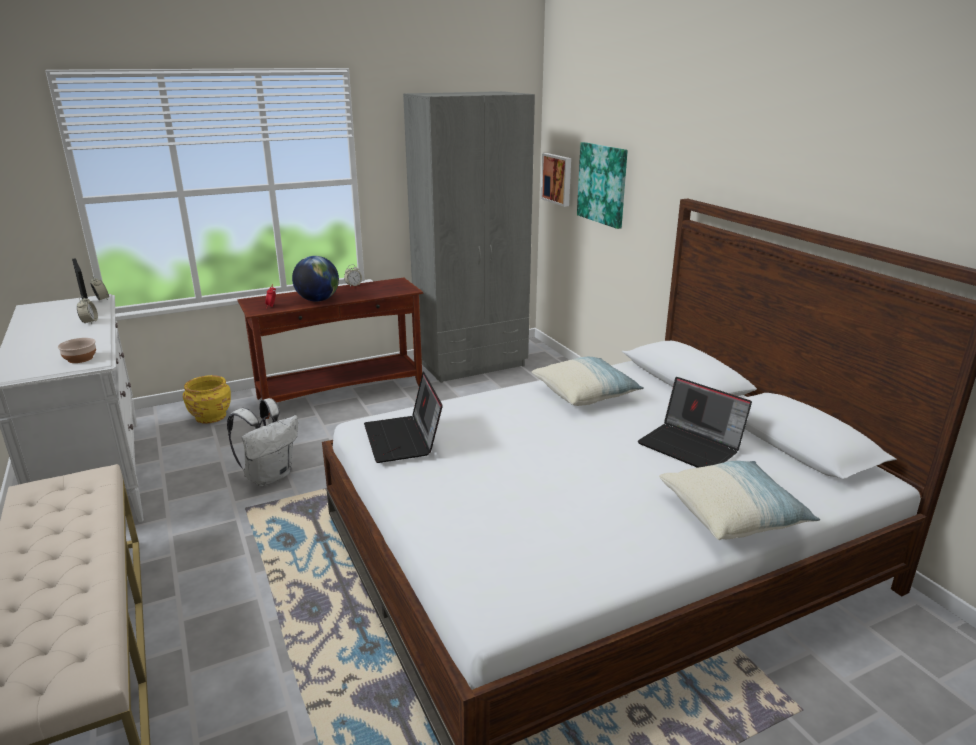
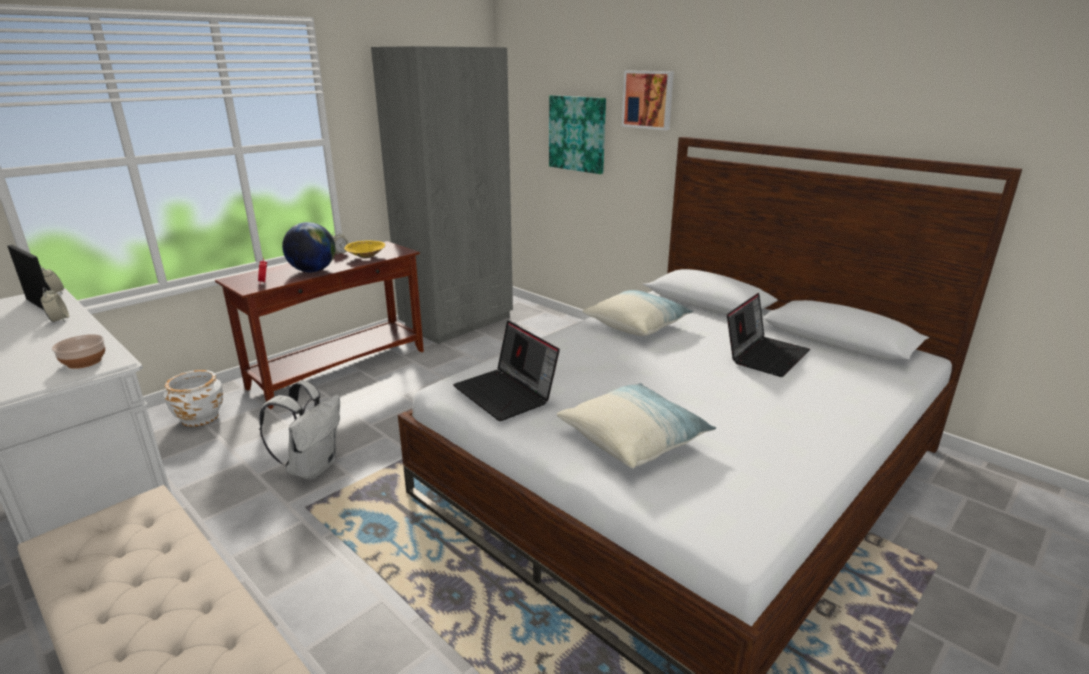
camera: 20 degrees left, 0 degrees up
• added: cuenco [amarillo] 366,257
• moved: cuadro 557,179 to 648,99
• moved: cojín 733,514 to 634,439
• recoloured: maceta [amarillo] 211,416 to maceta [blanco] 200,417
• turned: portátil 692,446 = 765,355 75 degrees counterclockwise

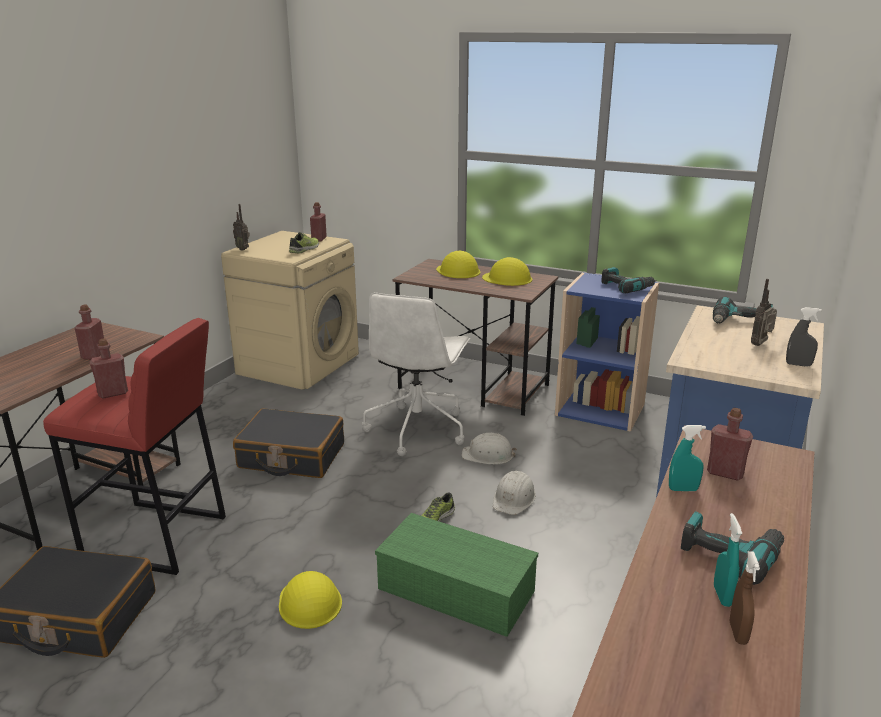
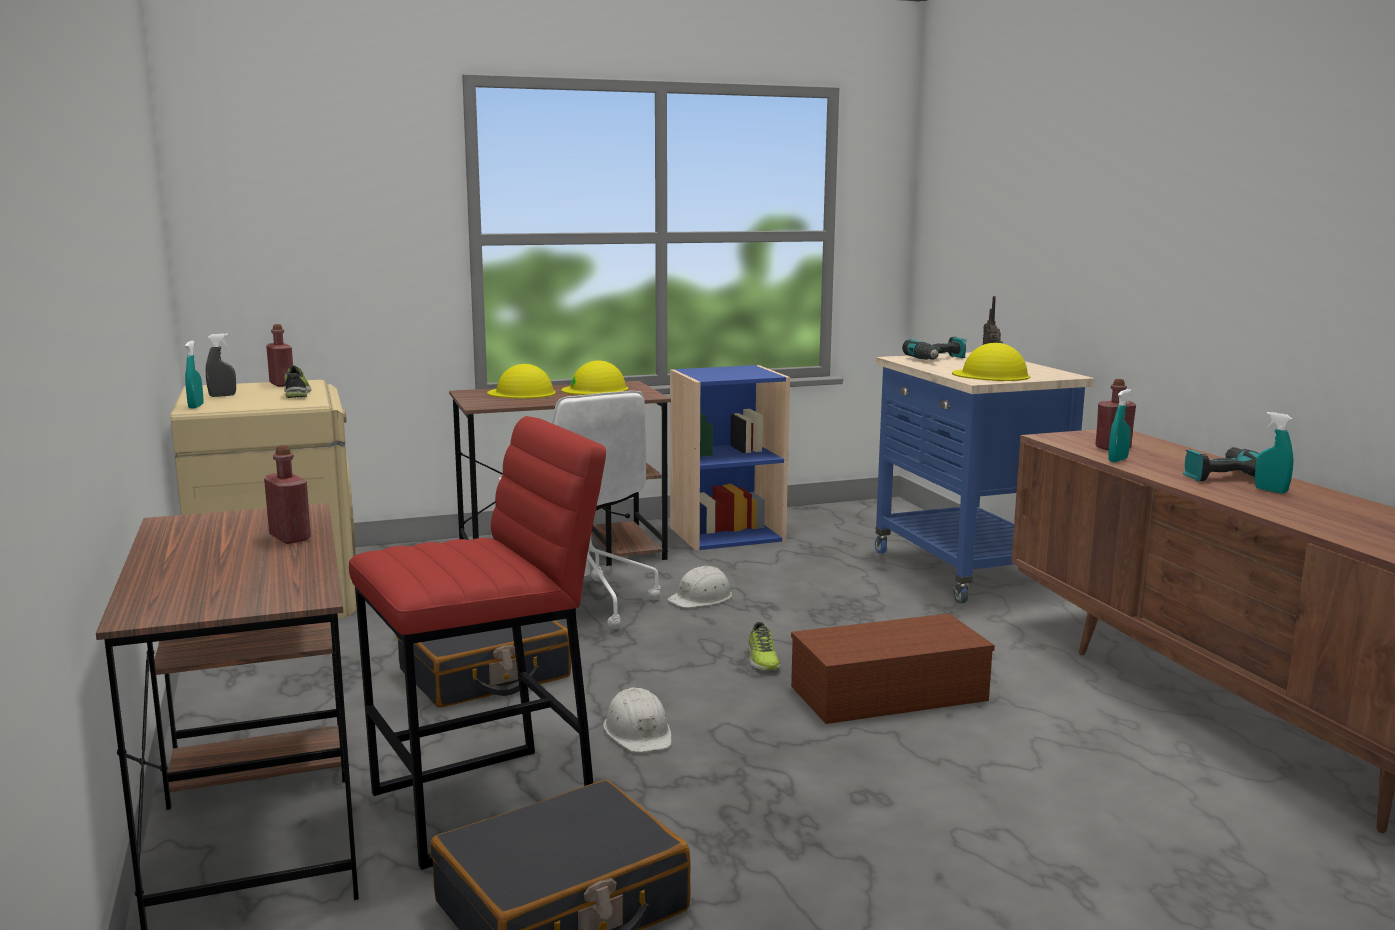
camera: 45 degrees left, 10 degrees down
• removed: botella [rojo] 113,393
• removed: taladro 626,287
• removed: pulverizador [marrón] 738,633
• moved: casco [amarillo] 310,602 to 991,375
• moved: casco [blanco] 514,498 to 638,732
• moved: pulverizador [gris] 798,364 to 222,396
• replaced: radio 243,249 to pulverizador [turquesa] 196,406
• recoloured: caja de almacenaje [verde] 458,589 to caja de almacenaje [marrón] 890,692

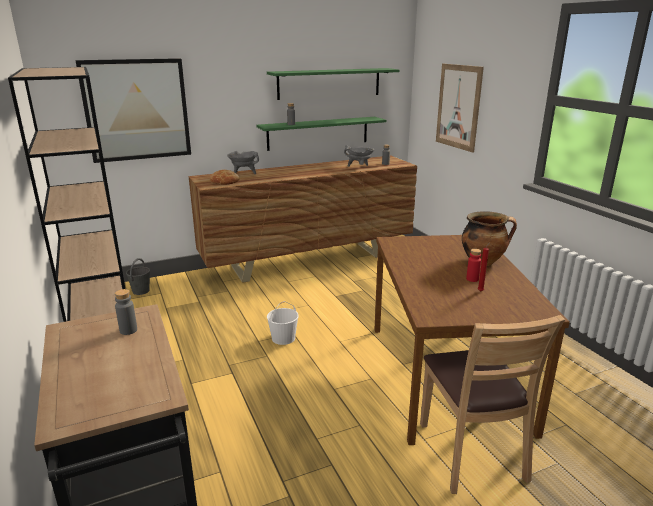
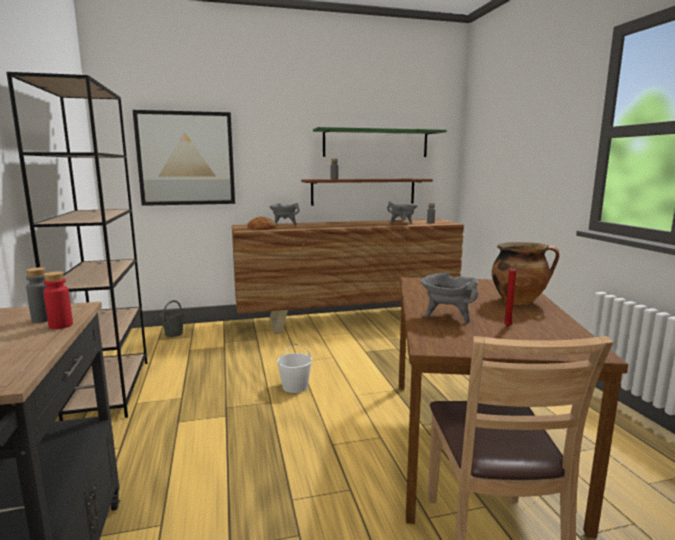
camera: 10 degrees right, 10 degrees down
• removed: cuadro 458,107
• added: olla [gris] 447,316
• moved: botella [rojo] 472,279 to 61,325
• recoloured: estante [verde] 318,133 to estante [marrón] 363,191

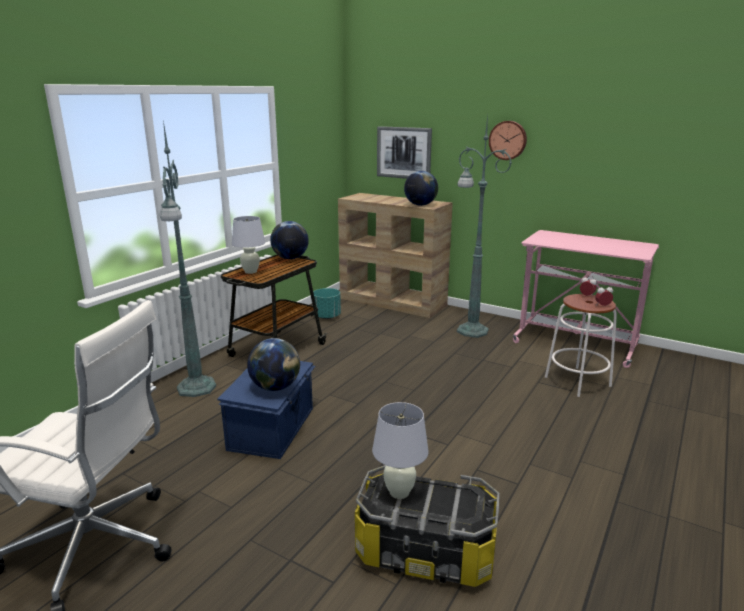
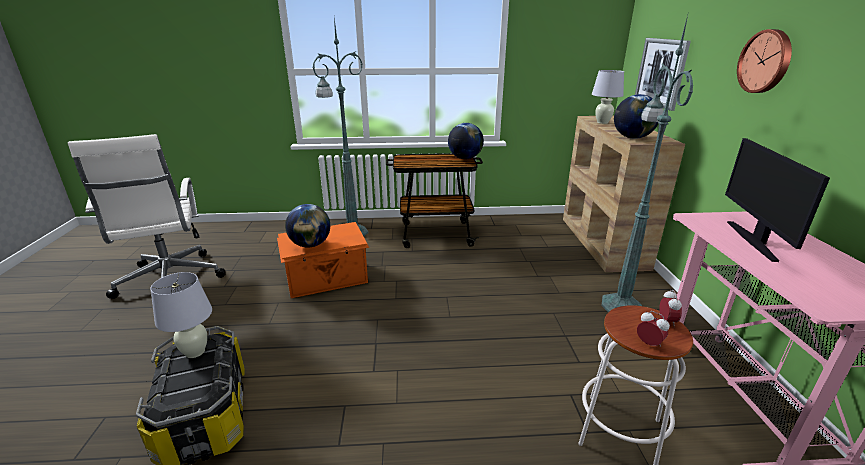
camera: 55 degrees right, 5 degrees up
• removed: maceta [turquesa] 327,317
• added: monitor 753,240
• moved: lámpara de mesa [blanco] 250,272 to 602,122
• recoloured: caja de almacenaje [azul] 273,428 to caja de almacenaje [naranja] 327,279

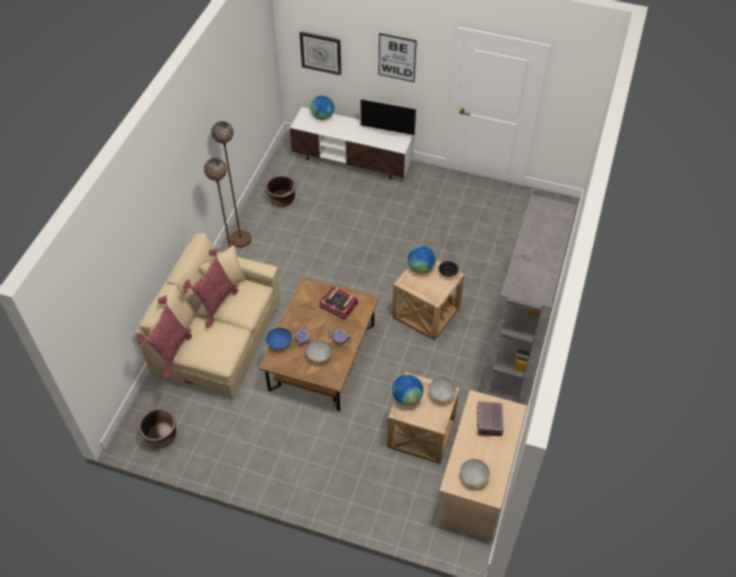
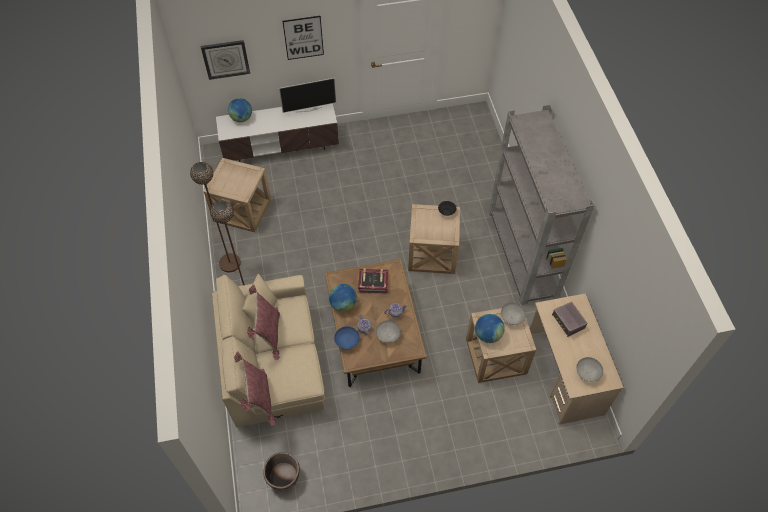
camera: 30 degrees left, 5 degrees up
• moved: globo terráqueo 421,268 to 343,304
• replaced: maceta [marrón] 282,199 to mesa auxiliar [beis] 242,210

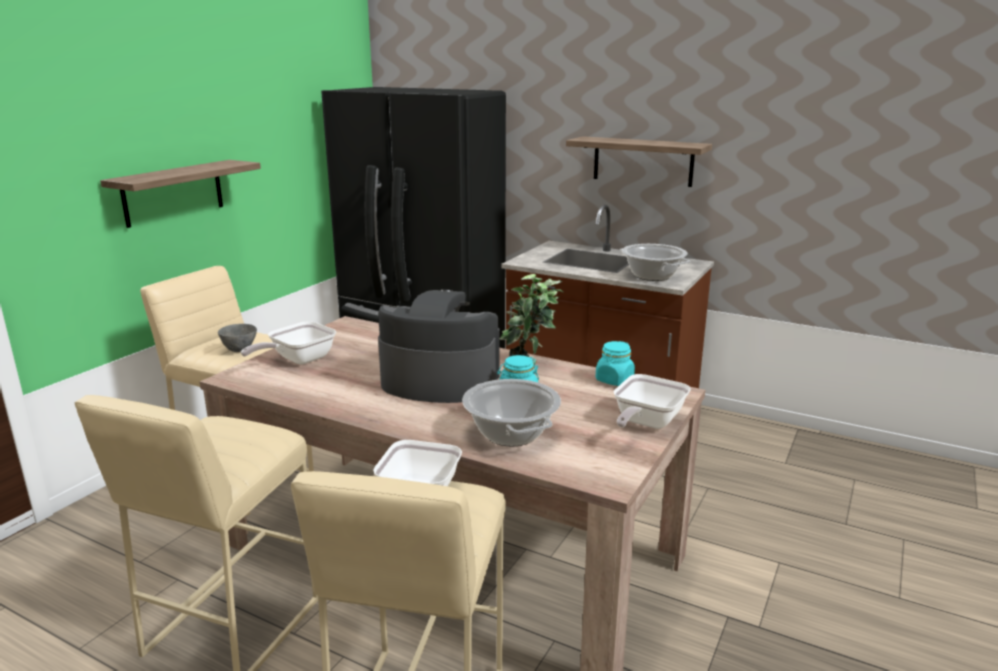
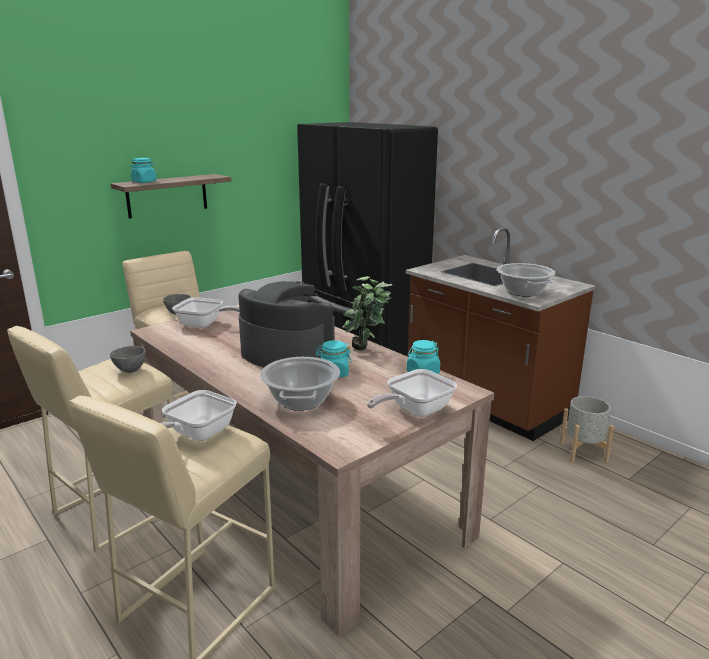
camera: 20 degrees right, 0 degrees up
• removed: estante 643,161
• added: cuenco [gris] 130,370
• added: tarro [turquesa] 144,182
• added: maceta [gris] 583,451
• turned: sartén 298,360 = 204,325 135 degrees counterclockwise

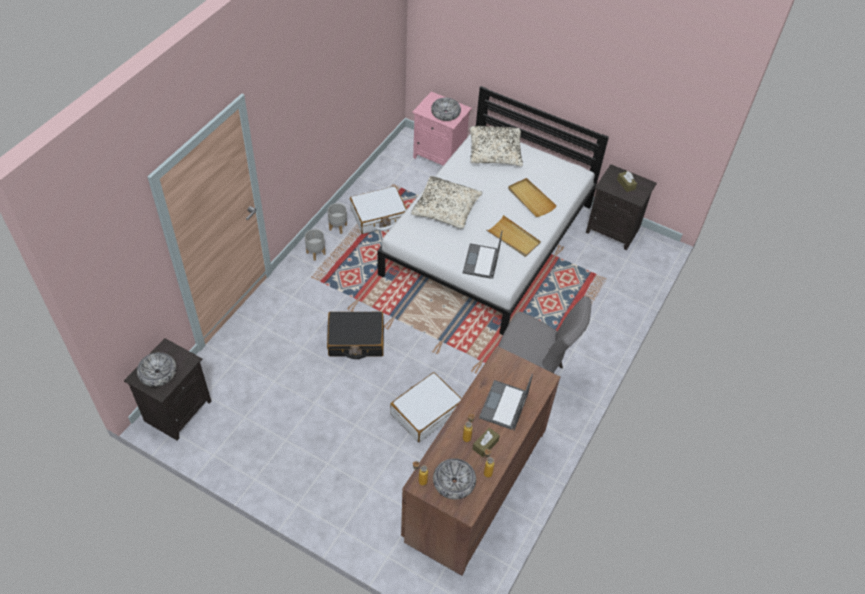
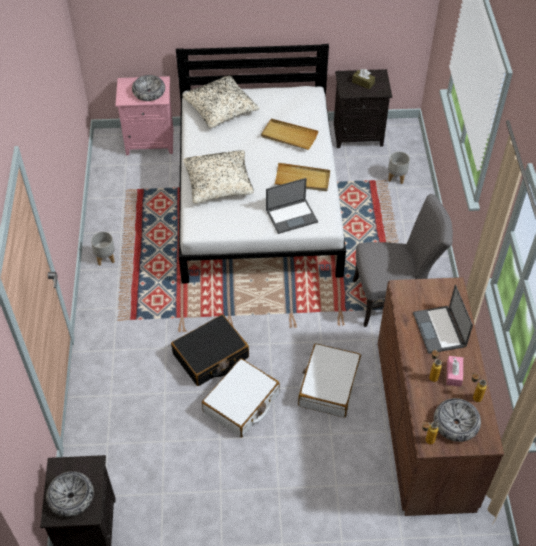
camera: 30 degrees left, 0 degrees up
• moved: maceta [gris] 315,253 to 396,177
• moved: maleta [blanco] 379,216 to 241,403
• recoloured: caja de pañuelos [marrón] 485,445 to caja de pañuelos [rosa] 453,374
• turned: portátil 481,262 = 292,216 90 degrees counterclockwise

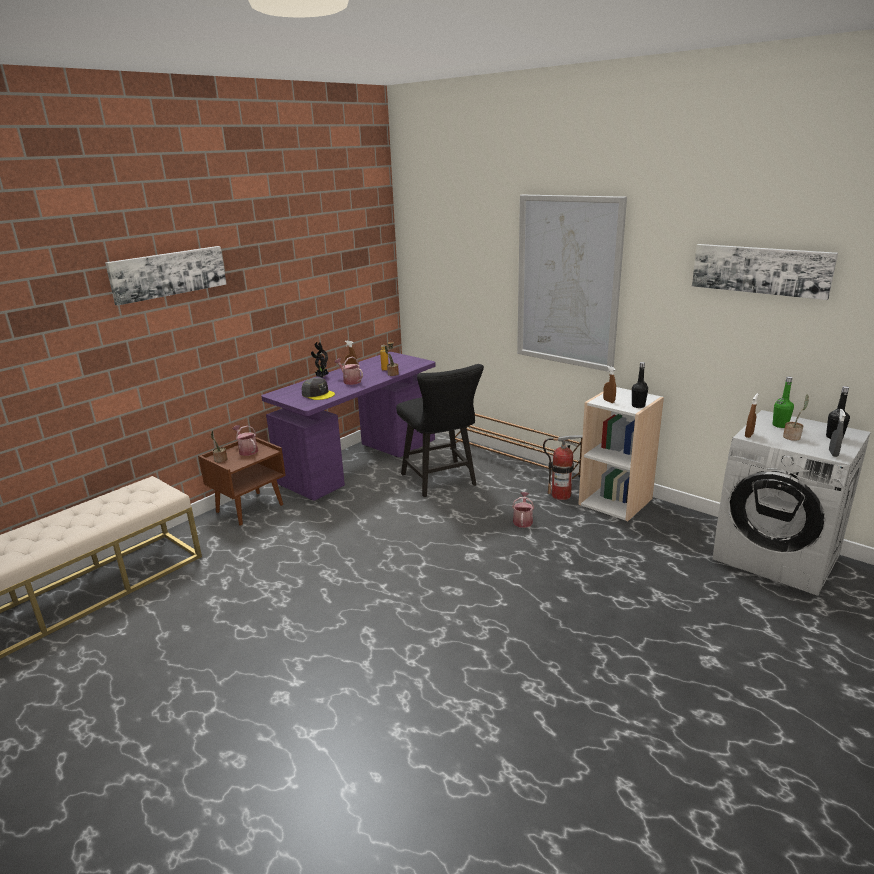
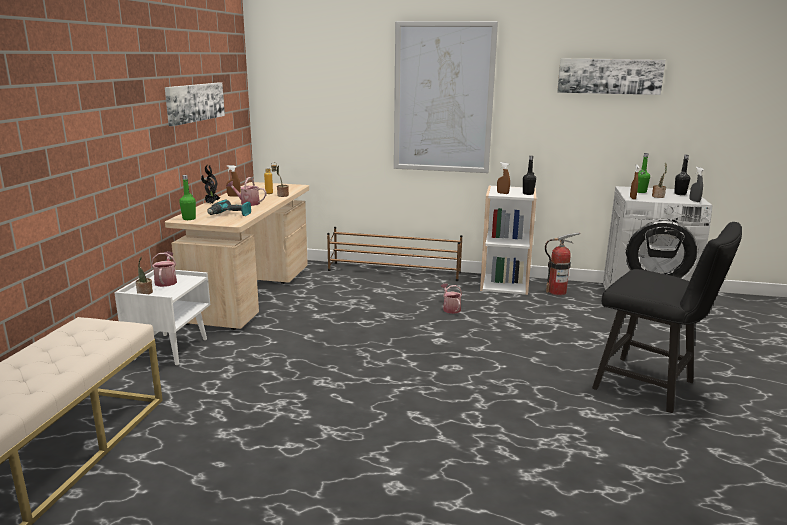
camera: 30 degrees left, 5 degrees down
• added: botella [verde] 189,219
• moved: cuadro 168,274 to 194,102
• moved: silla [negro] 441,482 to 652,387
• moved: extintor 561,495 to 557,292
• replaced: gorra [gris] 318,394 to taladro 230,215
• recoloured: mesita de noche [marrón] 250,508 to mesita de noche [blanco] 170,348
• recoloured: escritorio [morado] 360,463 to escritorio [beis] 251,293
• turned: regadera 247,450 = 166,281 60 degrees clockwise

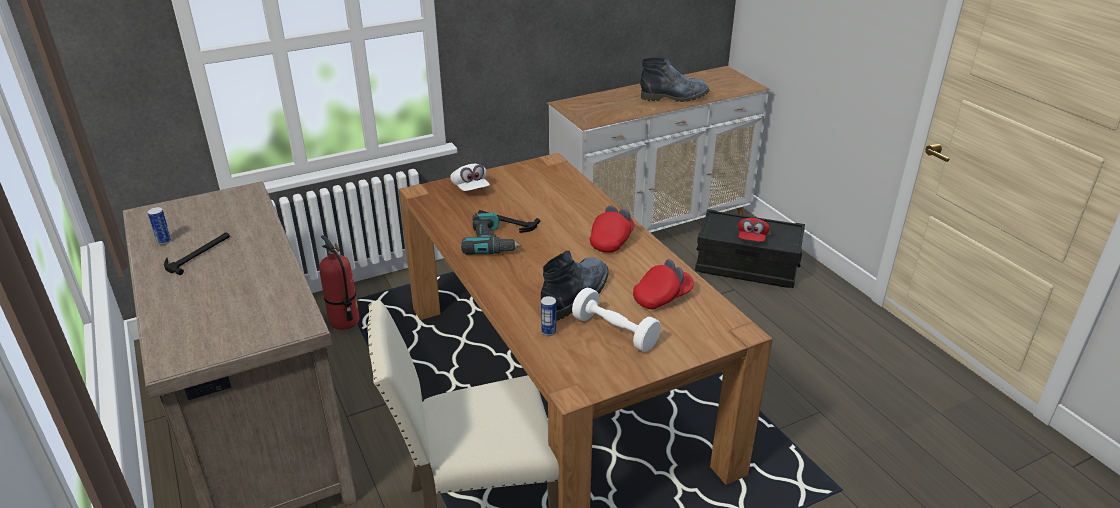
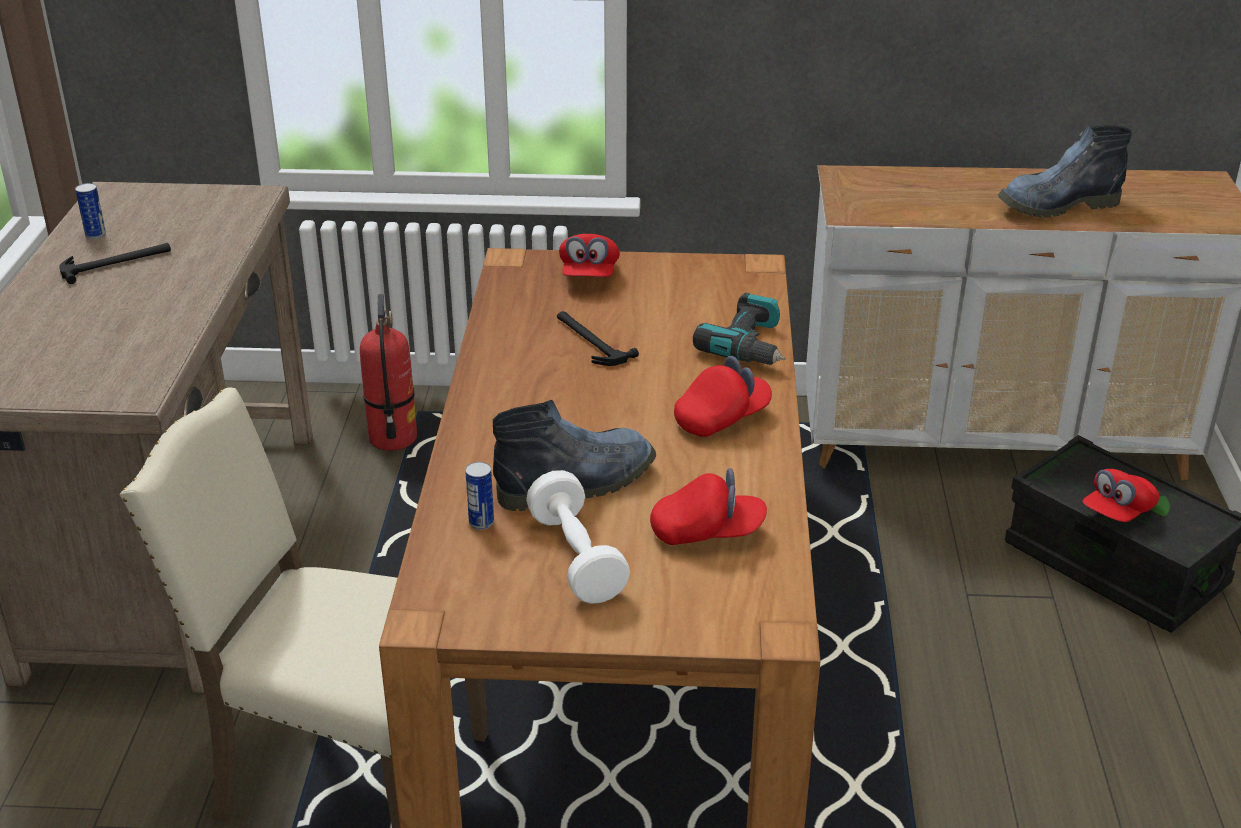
camera: 30 degrees right, 0 degrees up
• moved: taladro 491,243 to 750,345
• recoloured: gorra [blanco] 470,188 to gorra [rojo] 589,275
• turned: bota 675,97 = 1056,206 135 degrees clockwise

